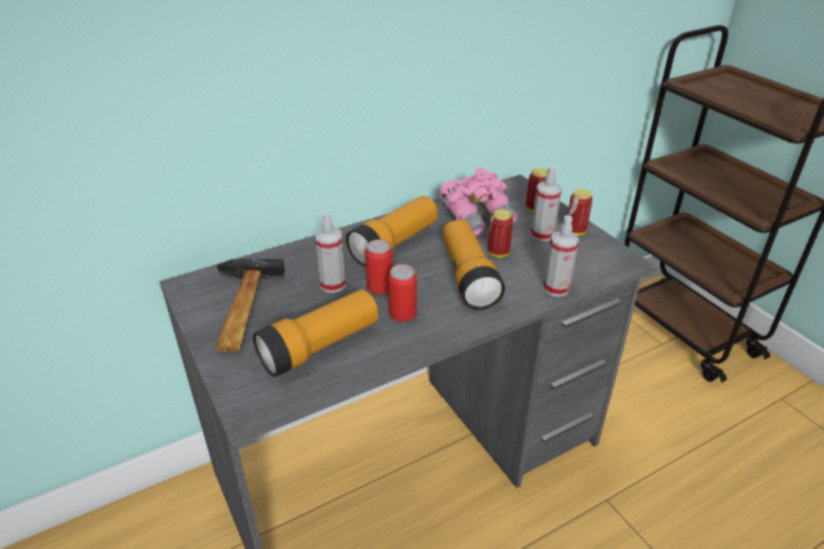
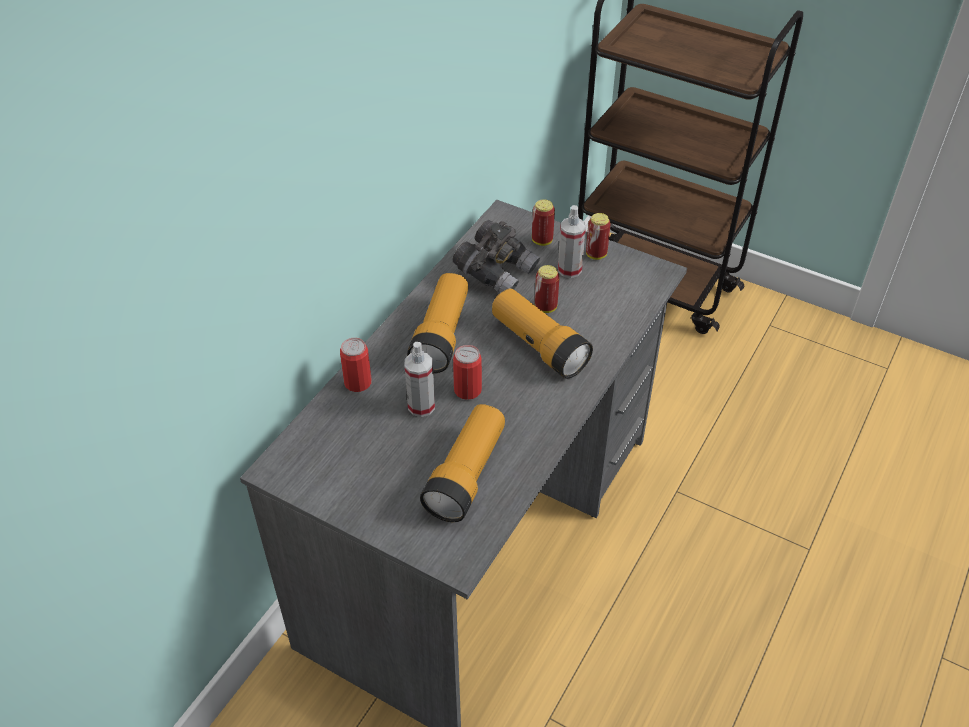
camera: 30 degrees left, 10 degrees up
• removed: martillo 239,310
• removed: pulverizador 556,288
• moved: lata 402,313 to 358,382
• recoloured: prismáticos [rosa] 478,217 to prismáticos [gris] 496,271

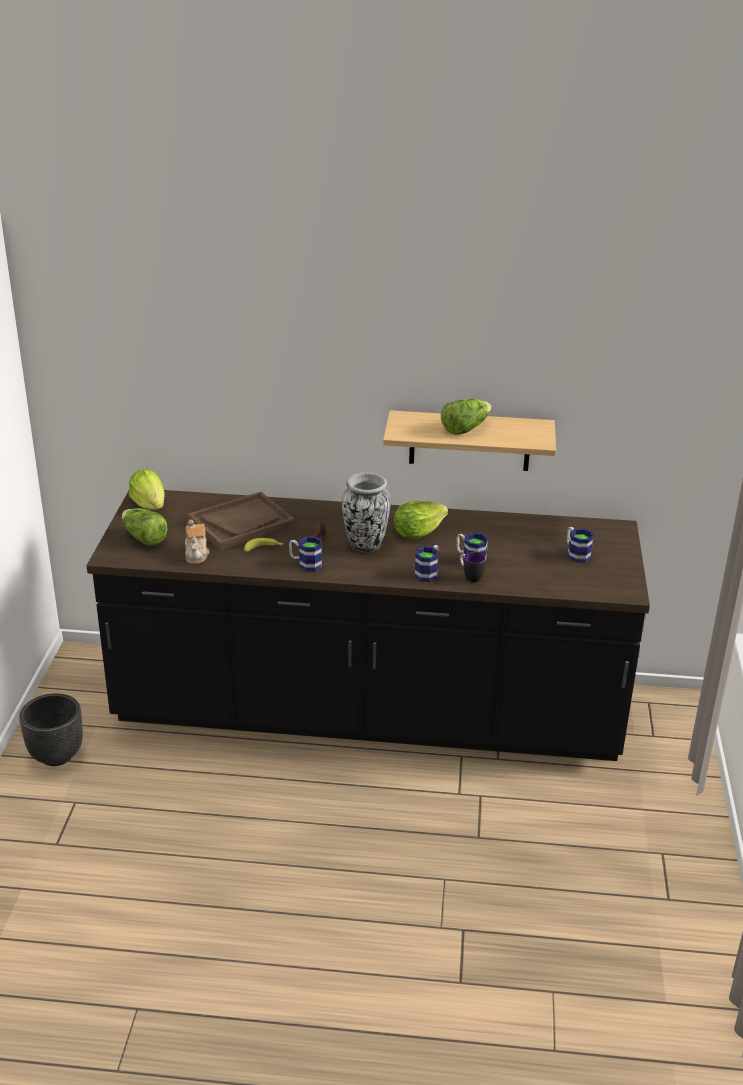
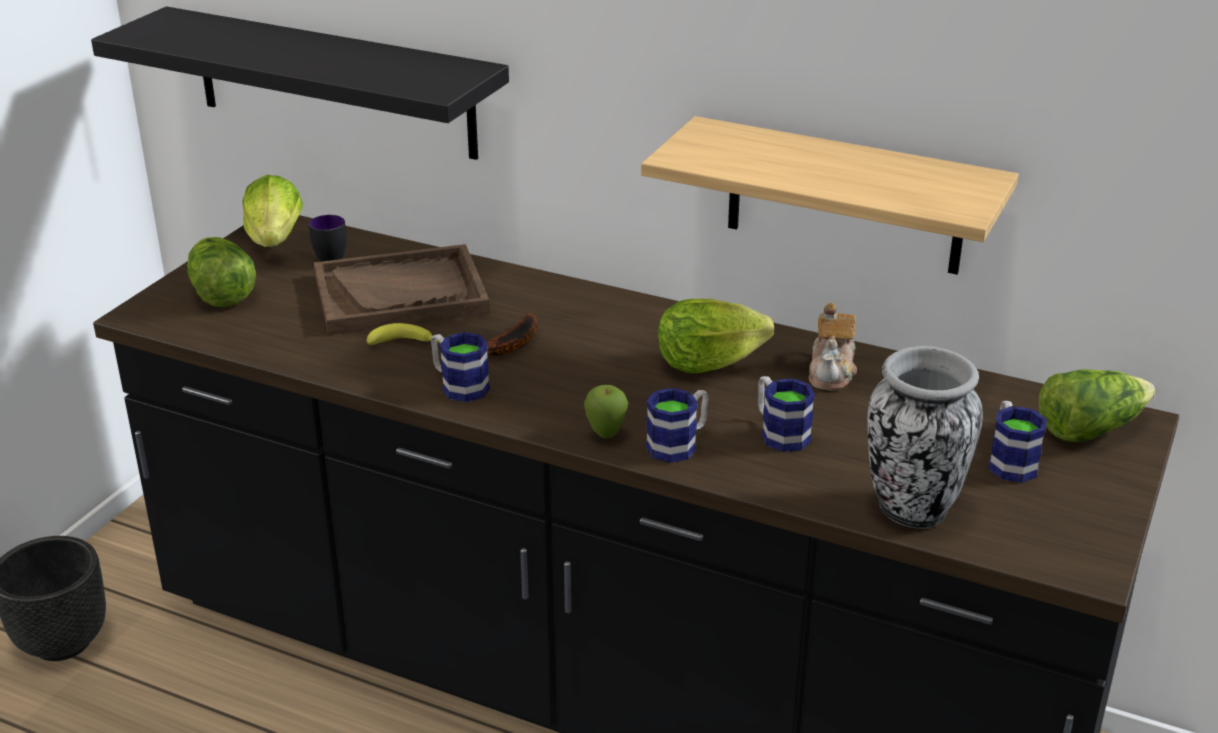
camera: 20 degrees right, 0 degrees up
• added: estante [negro] 333,83
• added: manzana 606,435
• moved: tetera 197,554 to 832,372
• moved: florero 365,546 to 911,511
• moved: lechuga 465,428 to 1089,429
• moved: taza grande 470,577 to 329,257

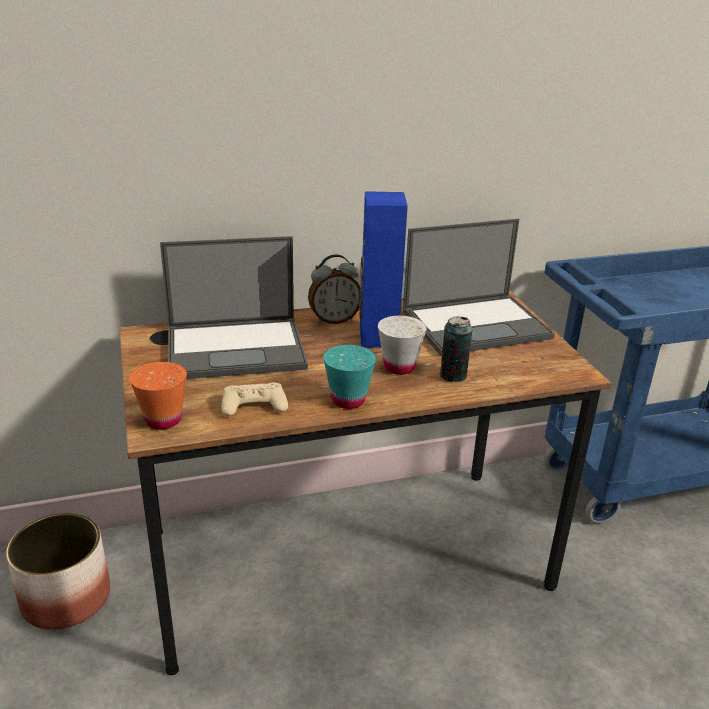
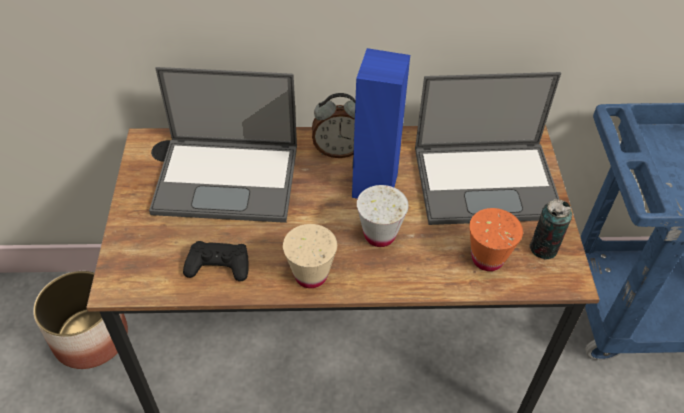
camera: 15 degrees right, 20 degrees up
• moved: taza [naranja] 163,420 to 487,258
• moved: lata 453,375 to 543,248
• recoloured: mando de consola [beis] 254,405 to mando de consola [negro] 218,265
• recoloured: taza [turquesa] 348,400 to taza [beis] 311,275

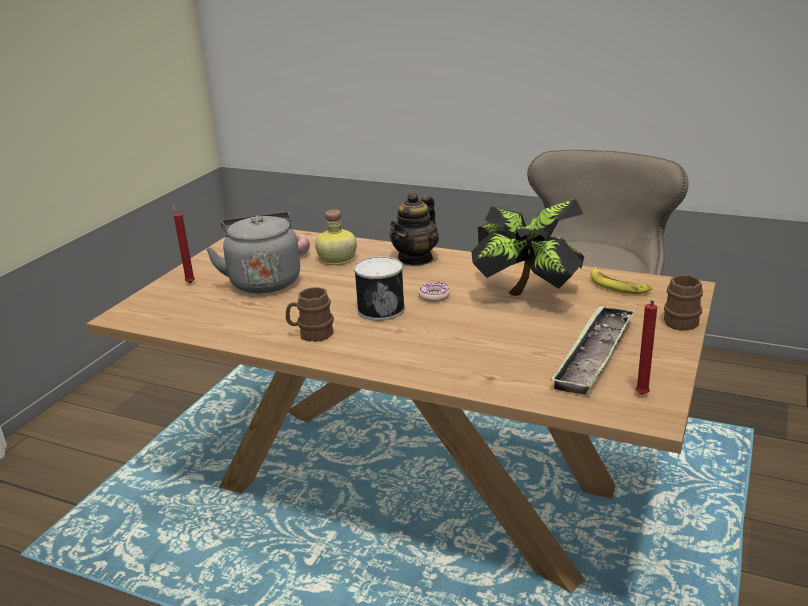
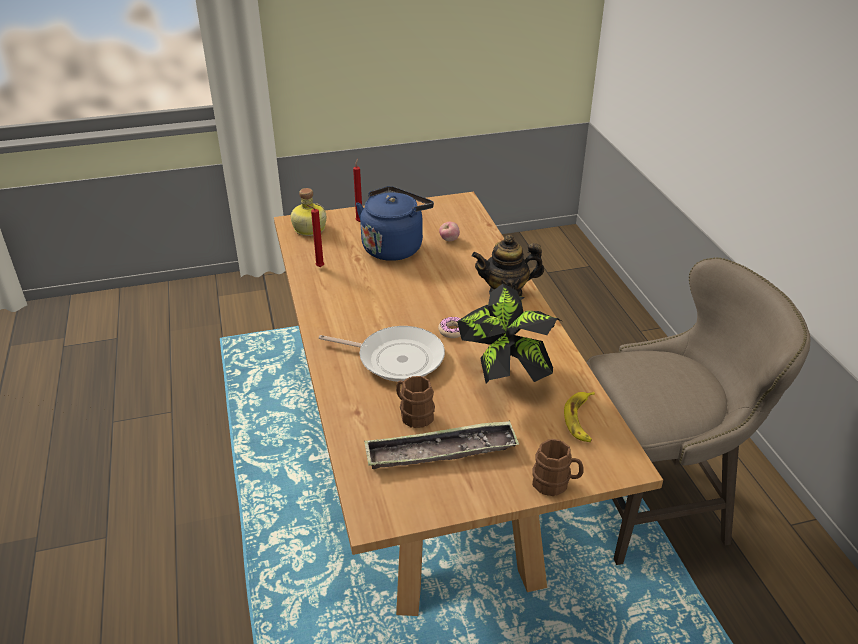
camera: 50 degrees right, 10 degrees up
• removed: lata 381,309
• added: sartén 396,358
• moved: taza grande [marrón] 311,334 to 413,415
• moved: botella 336,259 to 308,228
• moved: vela [rojo] 641,396 to 318,267
• recoloured: hervidor [gris] 264,280 to hervidor [azul] 394,247

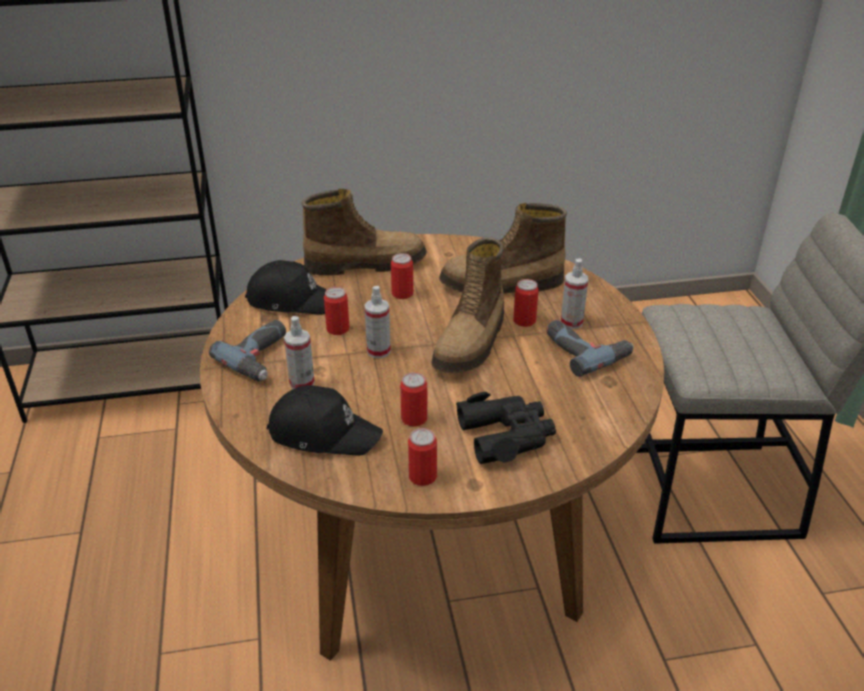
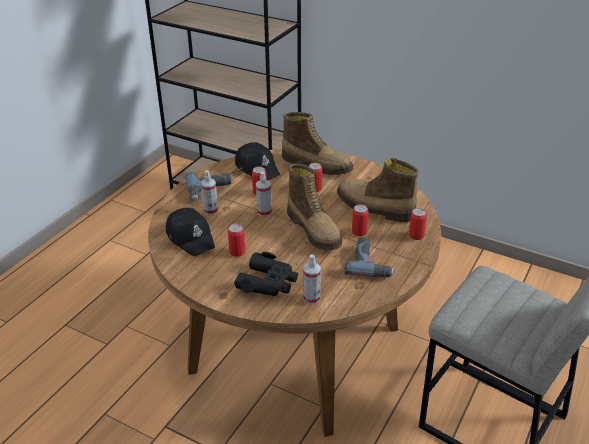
camera: 40 degrees right, 0 degrees up
• moved: lata 422,476 to 416,235
• moved: pulverizador 571,322 to 311,298
• turned: bota 472,343 = 315,230 90 degrees counterclockwise

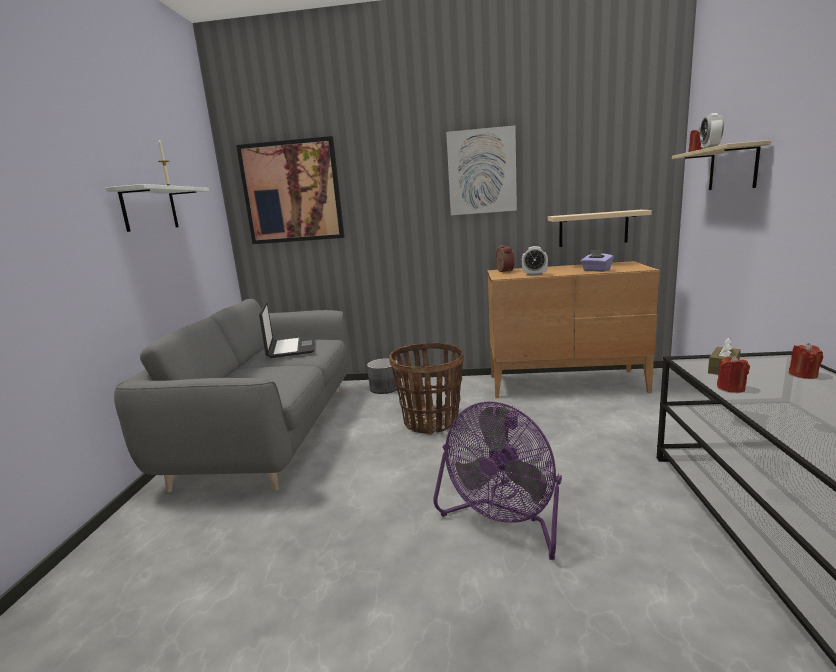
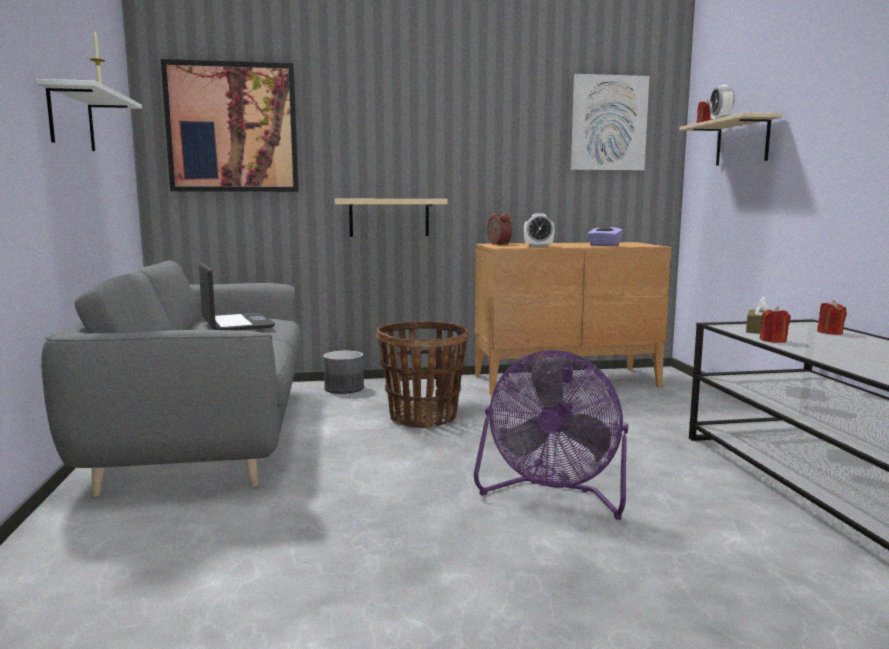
camera: 15 degrees left, 5 degrees down
• moved: cuadro 481,172 to 608,123
• moved: estante [beis] 593,228 to 389,217

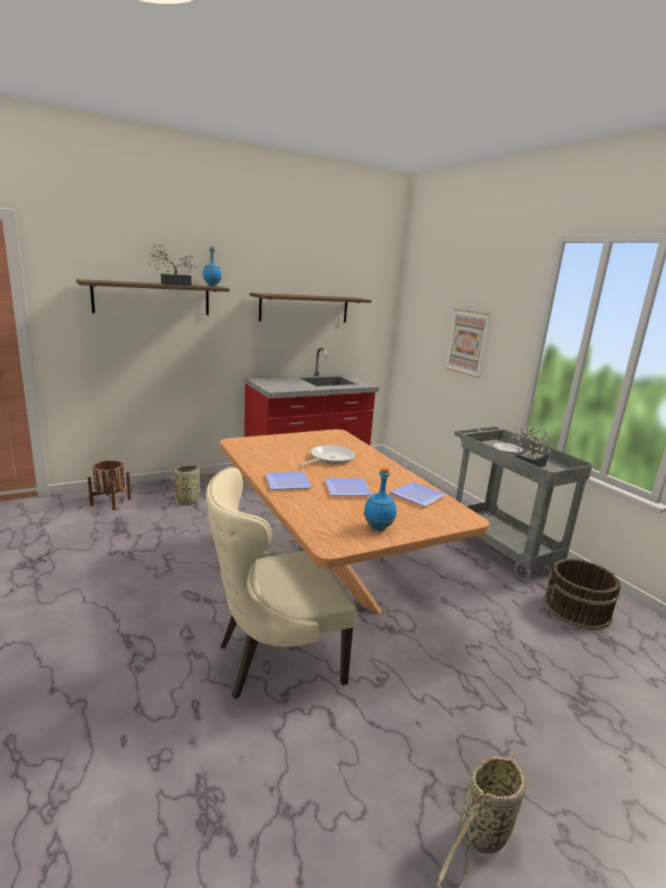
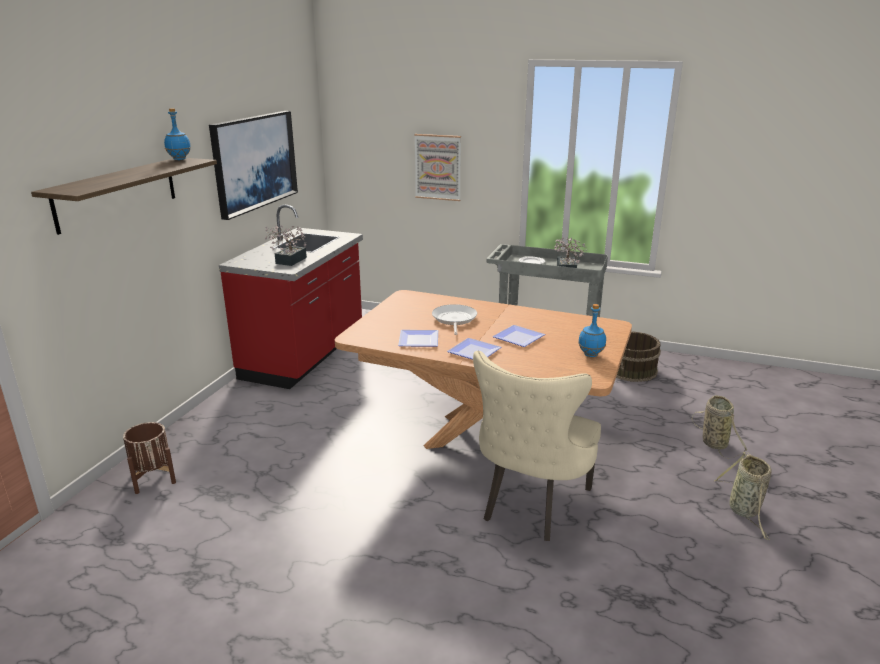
camera: 40 degrees left, 5 degrees up
• moved: planta en maceta 172,284 to 288,261
• moved: cesta 189,501 to 713,442
• moved: plato 415,496 to 417,341
• replaced: estante 304,308 to cuadro 254,162

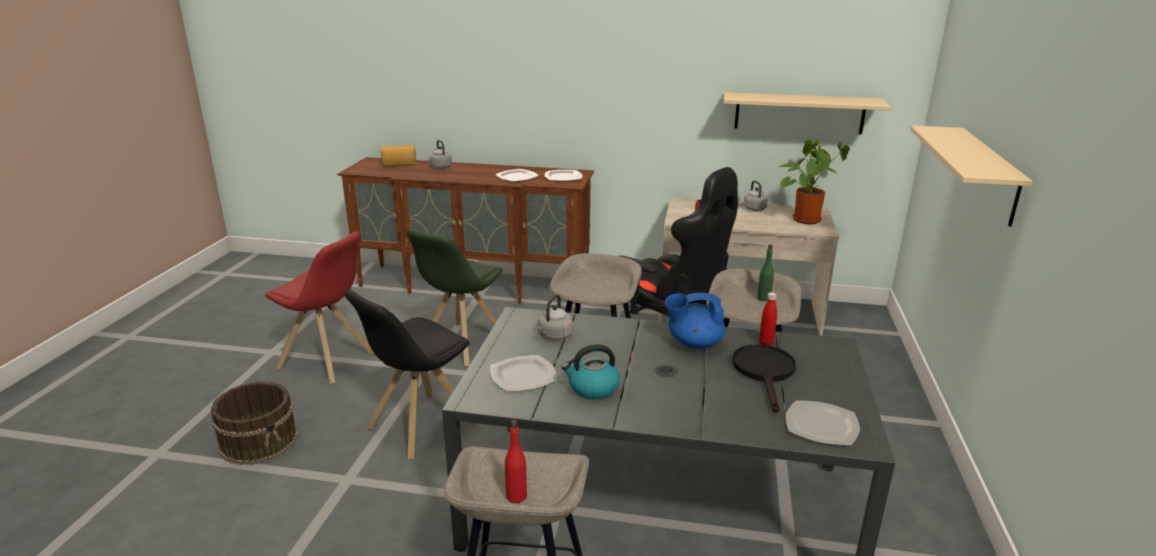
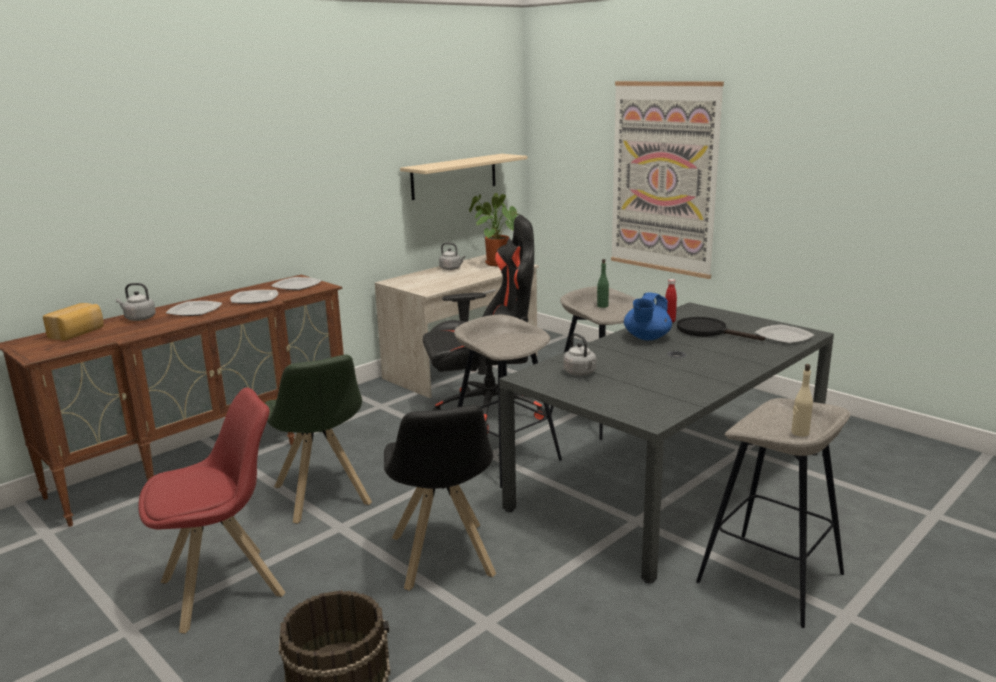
camera: 55 degrees left, 5 degrees down
• removed: hervidor 592,388
• moved: plato 522,376 to 194,311
• replaced: estante [beis] 987,174 to cuadro 663,178
• recoloured: botella [rojo] 516,496 to botella [beis] 799,433

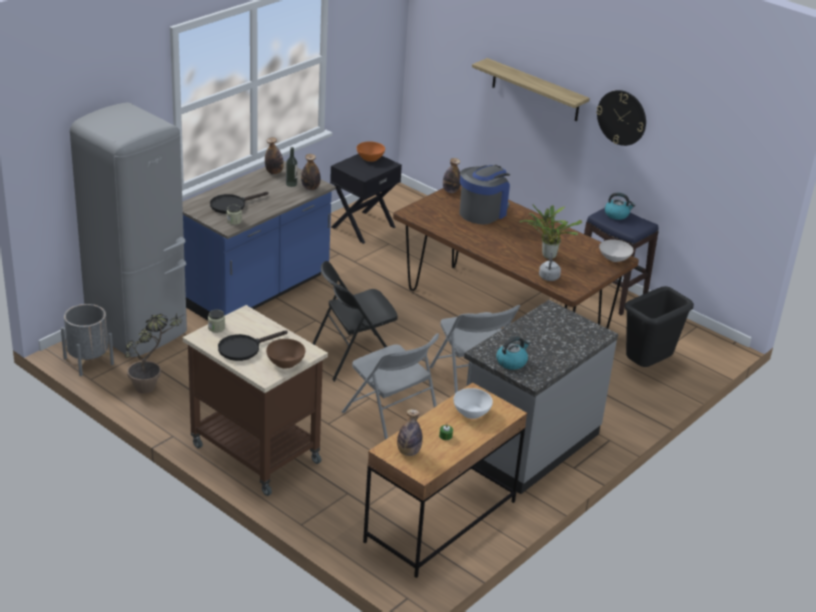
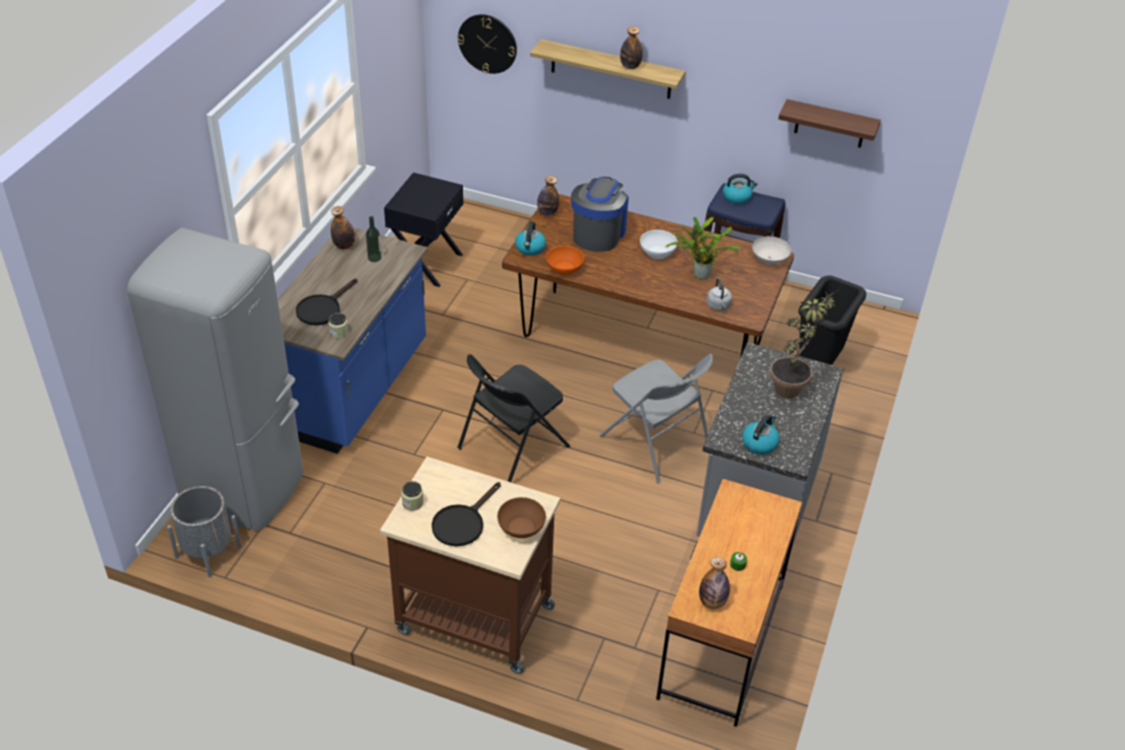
camera: 20 degrees left, 10 degrees up
• removed: silla [gris] 390,420
• added: hervidor 530,248
• added: estante 830,124
• moved: planta en maceta 152,386 to 793,385
• moved: botella 310,188 to 630,66
• moved: cuenco [naranja] 370,158 to 564,269
• moved: cuenco [blanco] 471,412 to 657,252
• moved: reloj de pared 622,117 to 487,43

